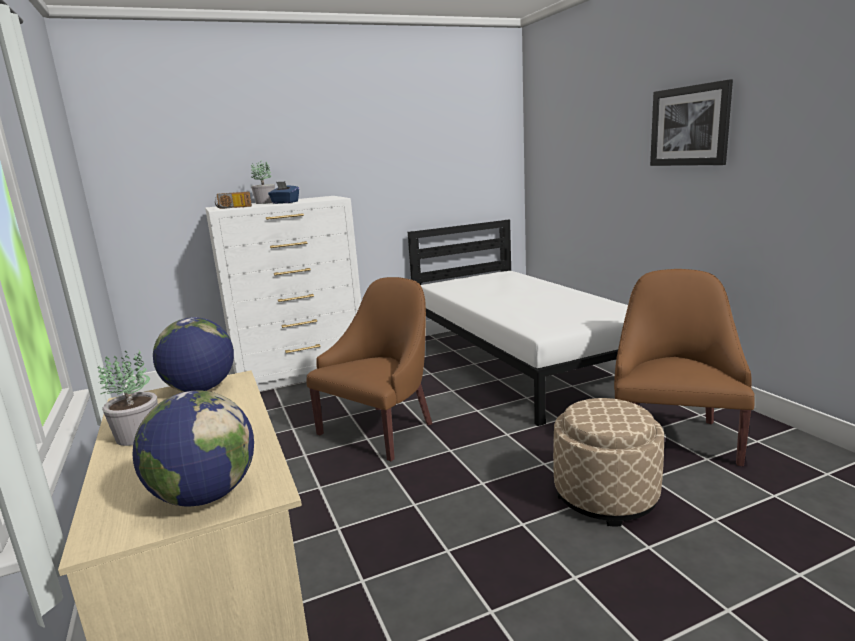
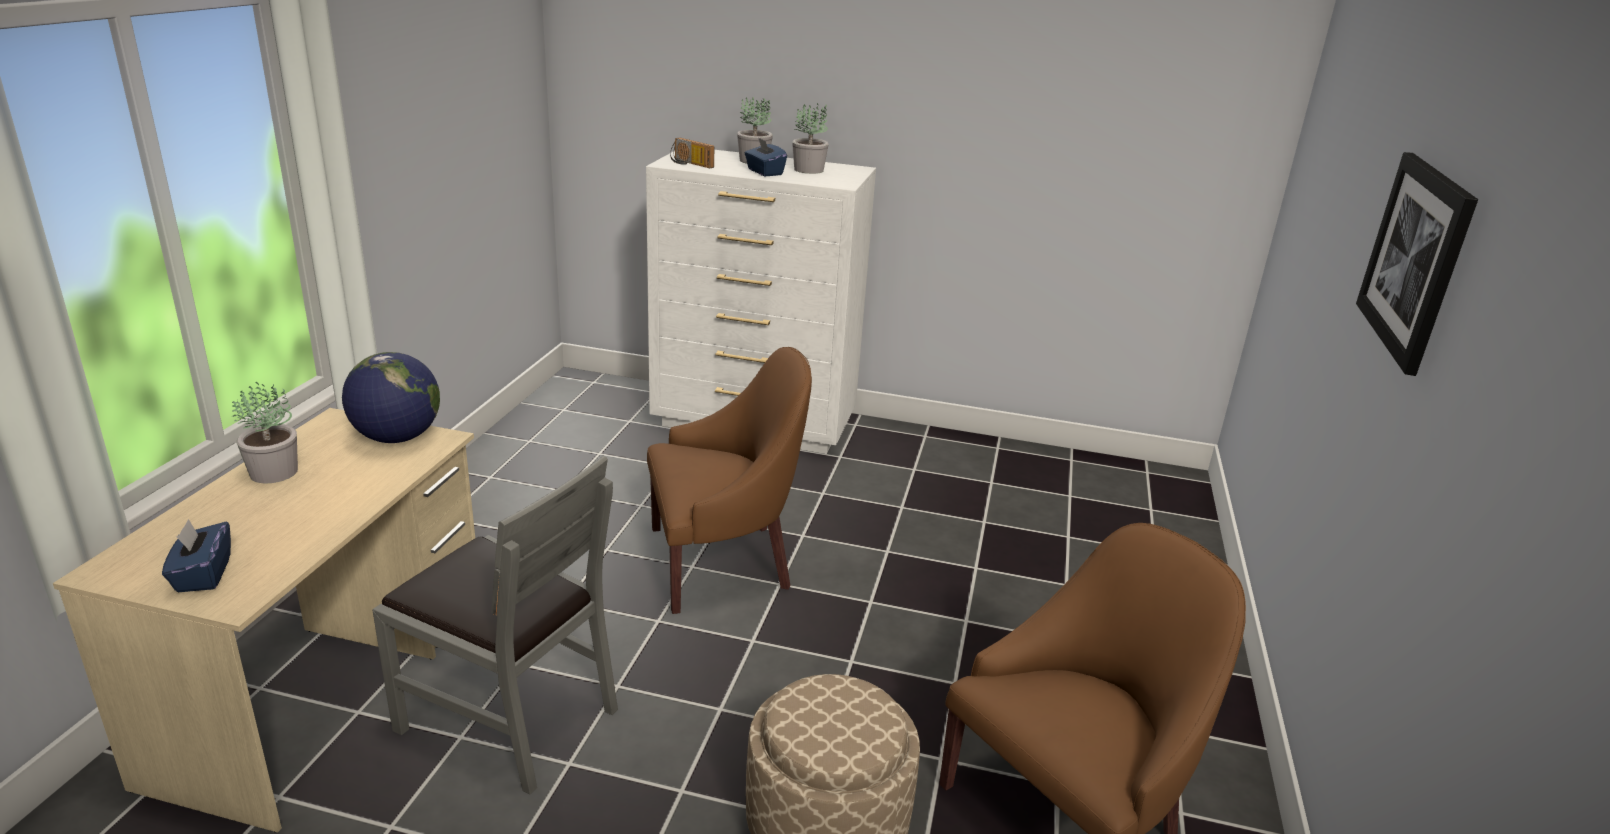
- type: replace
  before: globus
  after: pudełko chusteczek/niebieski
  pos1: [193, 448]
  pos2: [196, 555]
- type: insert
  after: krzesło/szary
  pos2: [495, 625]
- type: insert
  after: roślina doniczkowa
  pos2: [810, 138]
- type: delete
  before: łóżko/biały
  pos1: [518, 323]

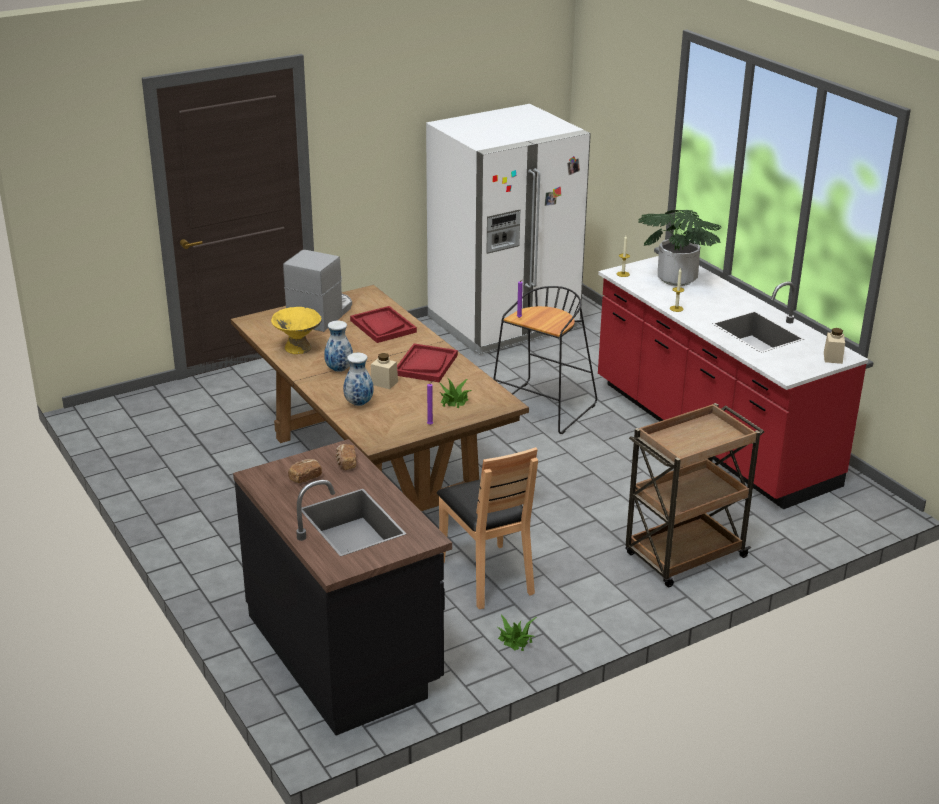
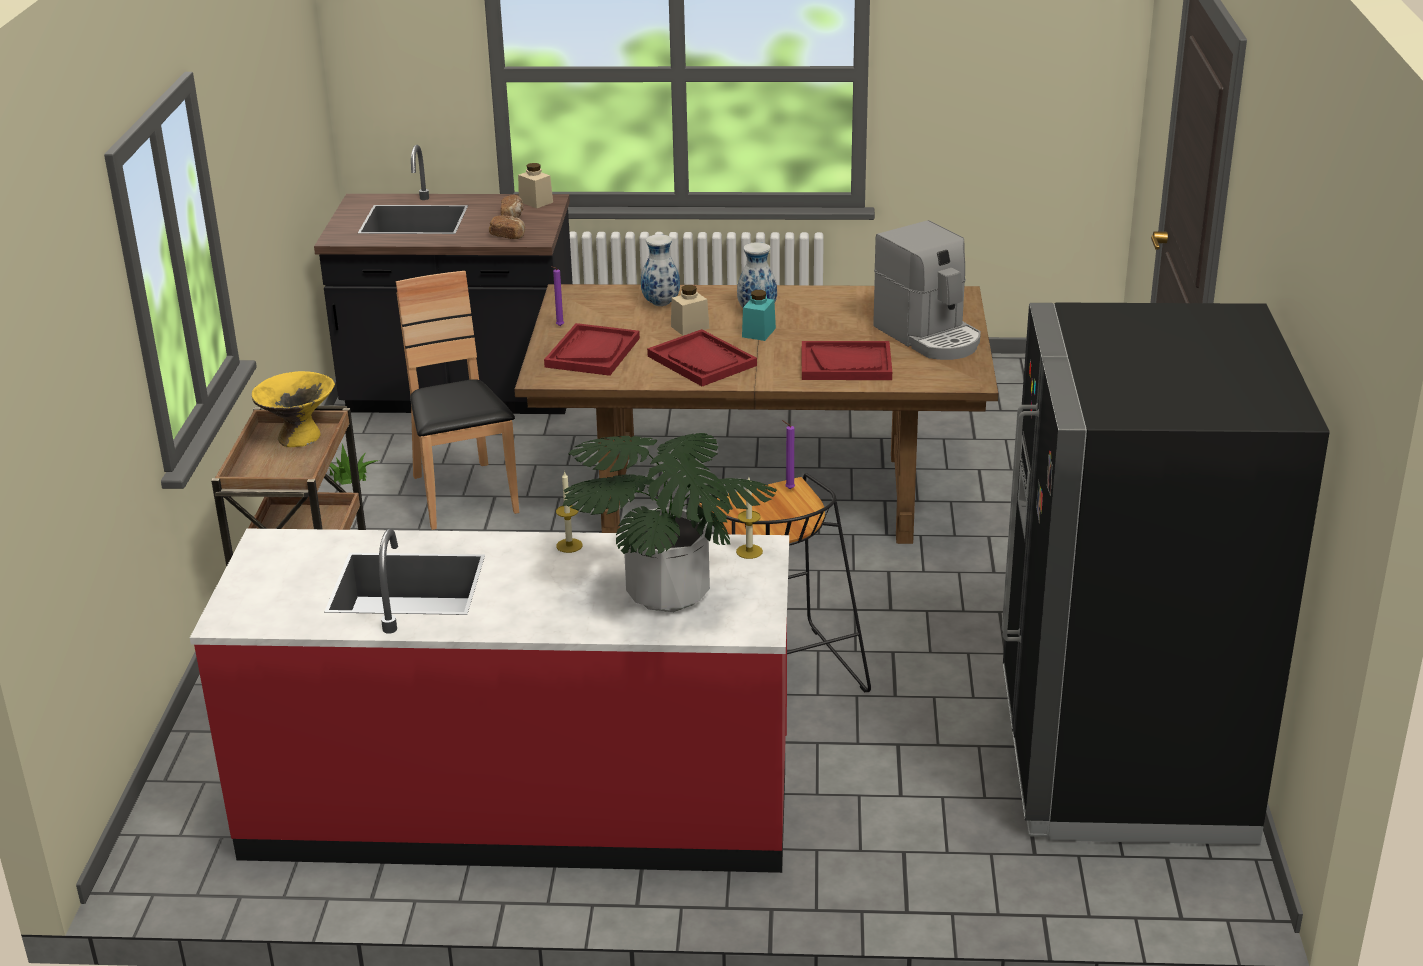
- type: move
  before: miska/żółty
  pos1: [296, 330]
  pos2: [293, 409]
- type: rotate
  before: krzesło/brązowy
  pos1: [487, 528]
  pos2: [457, 400]
  turn: 60
- type: move
  before: słoik/beżowy
  pos1: [834, 346]
  pos2: [535, 185]
- type: replace
  before: roślina doniczkowa
  after: taca/czerwony
  pos1: [455, 393]
  pos2: [592, 349]
- type: insert
  after: słoik/turkusowy
  pos2: [759, 315]
- type: recolor
  before: lodówka/biały
  after: lodówka/czarny
  pos1: [508, 229]
  pos2: [1166, 573]

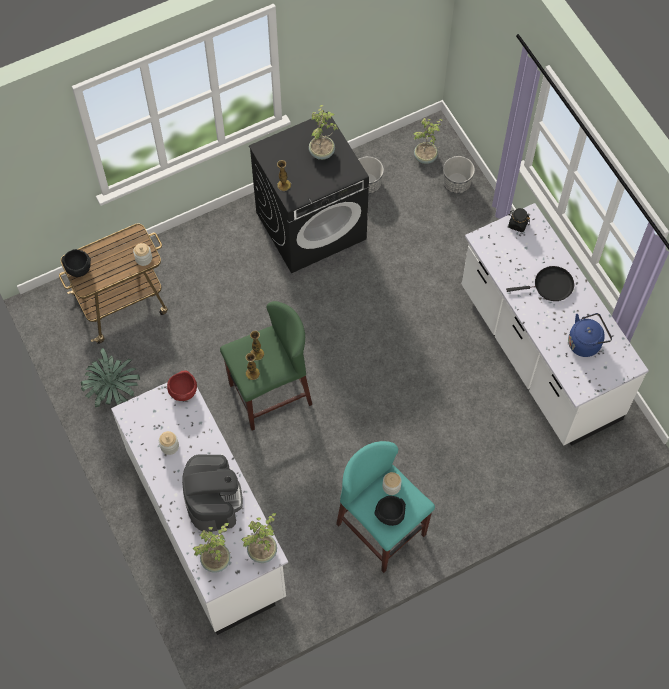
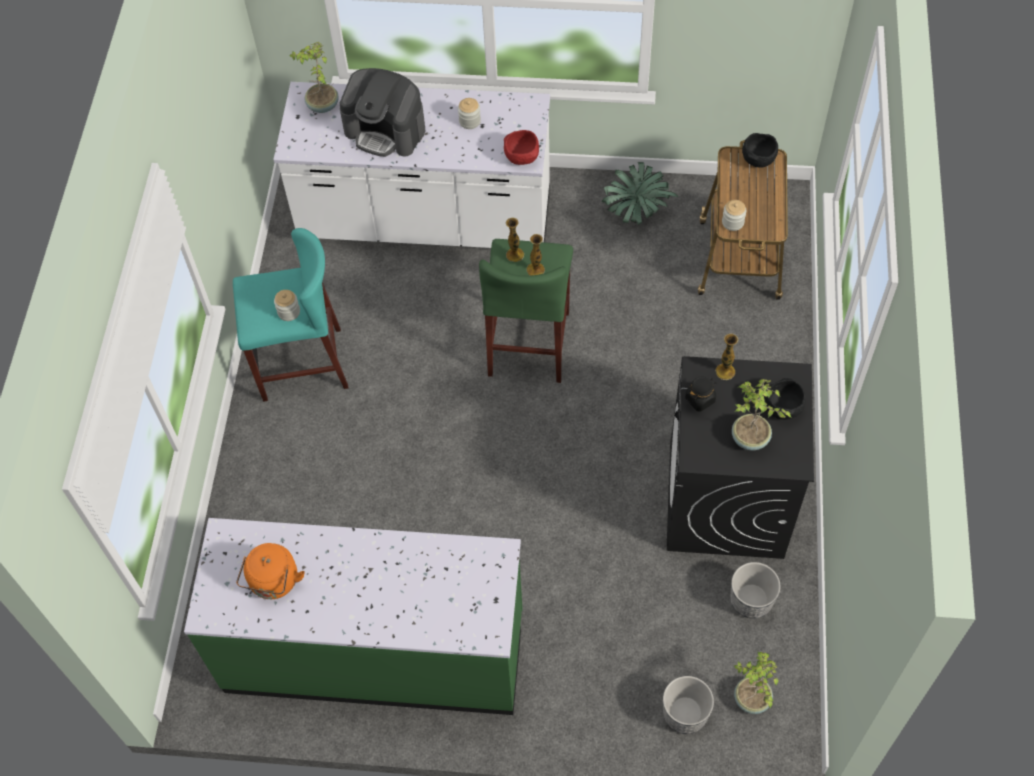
- type: recolor
  before: zabudowa kuchenna/biały
  after: zabudowa kuchenna/zielony
  pos1: [555, 324]
  pos2: [353, 616]
- type: recolor
  before: czajnik/niebieski
  after: czajnik/pomarańczowy
  pos1: [590, 335]
  pos2: [270, 571]
- type: move
  before: słoik/czarny
  pos1: [519, 220]
  pos2: [700, 394]
- type: move
  before: miska/czarny
  pos1: [390, 511]
  pos2: [785, 398]
- type: delete
  before: roślina doniczkowa
  pos1: [259, 538]
- type: delete
  before: patelnia/czarny
  pos1: [540, 283]

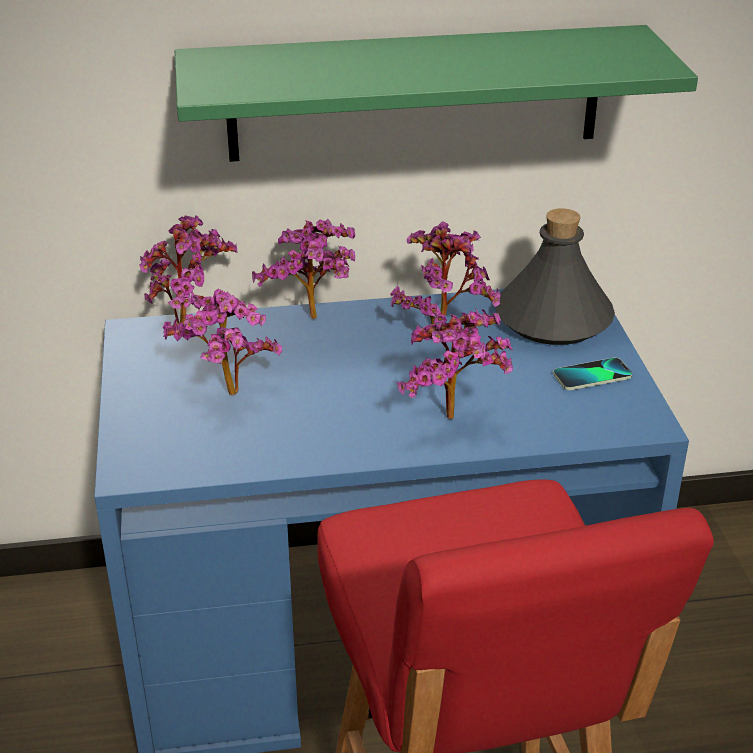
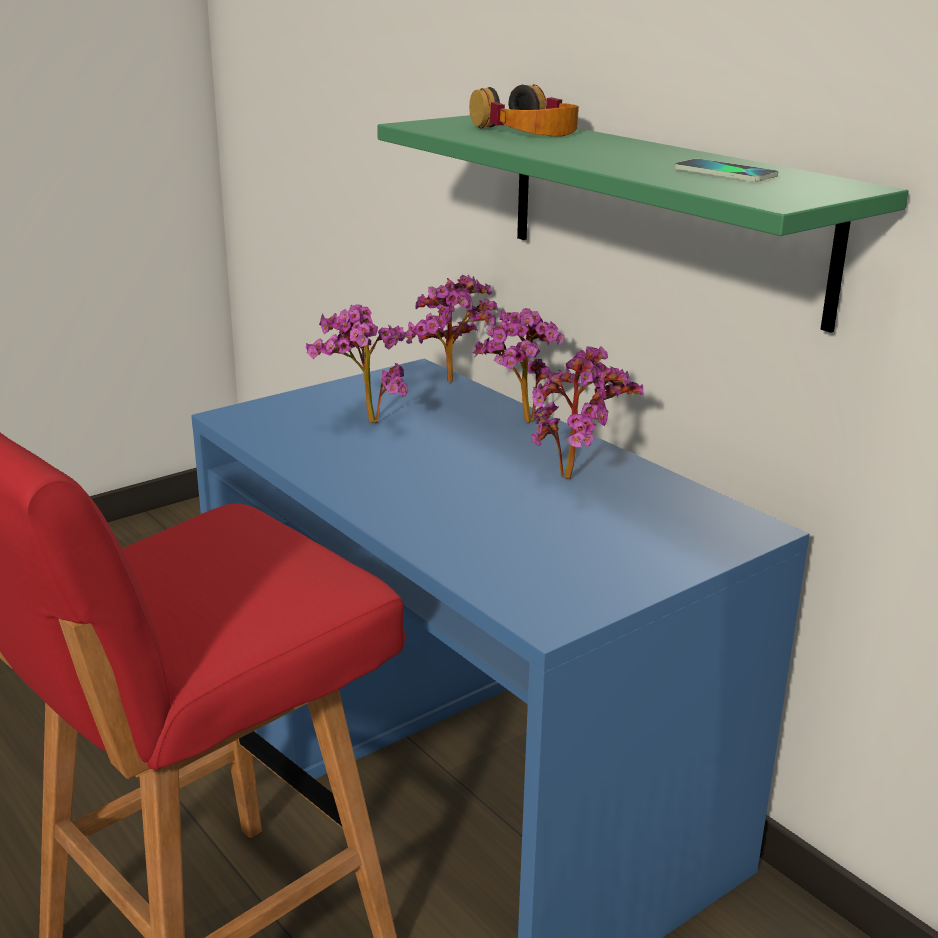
- type: insert
  after: słuchawki
  pos2: [524, 110]
- type: move
  before: telefon
  pos1: [592, 374]
  pos2: [726, 170]
- type: delete
  before: roślina doniczkowa
  pos1: [454, 364]
- type: delete
  before: butelka/szary
  pos1: [555, 276]

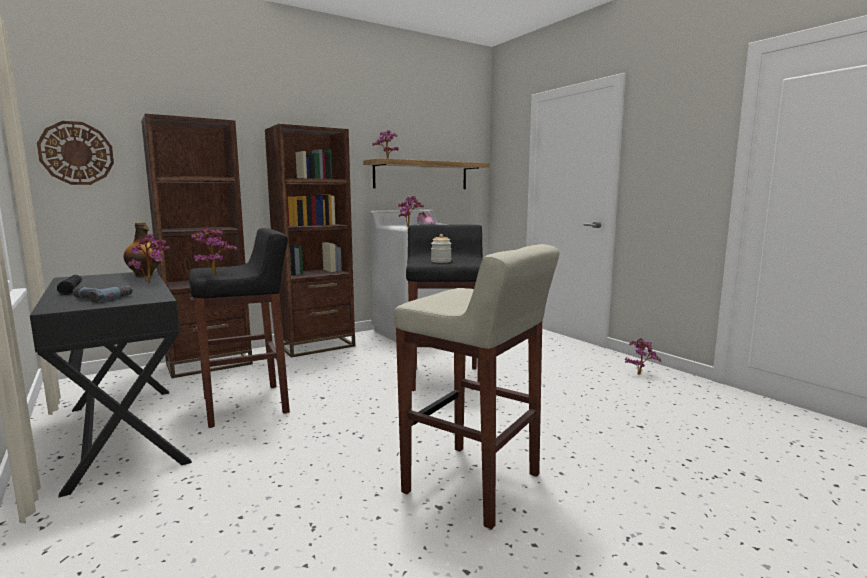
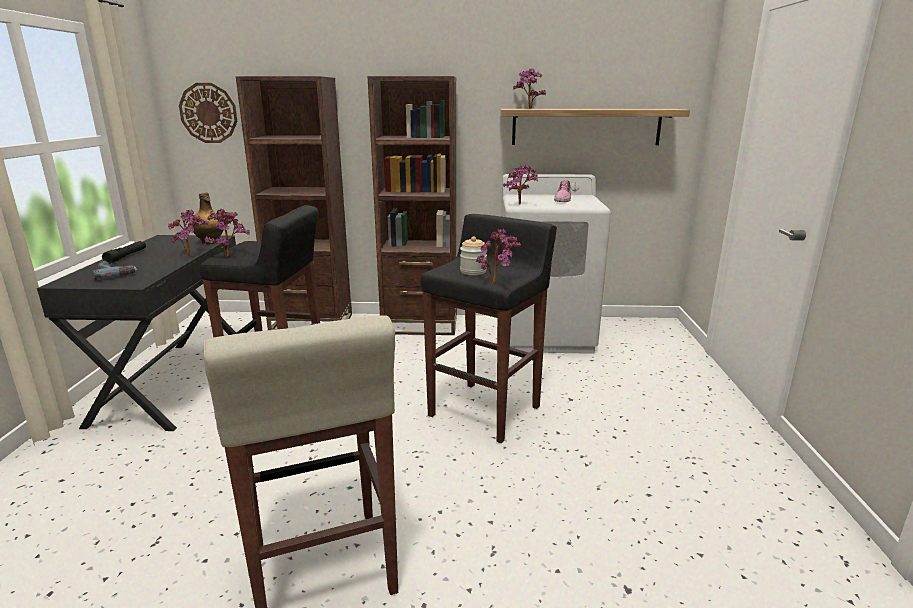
- type: move
  before: roślina doniczkowa
  pos1: [643, 356]
  pos2: [498, 255]

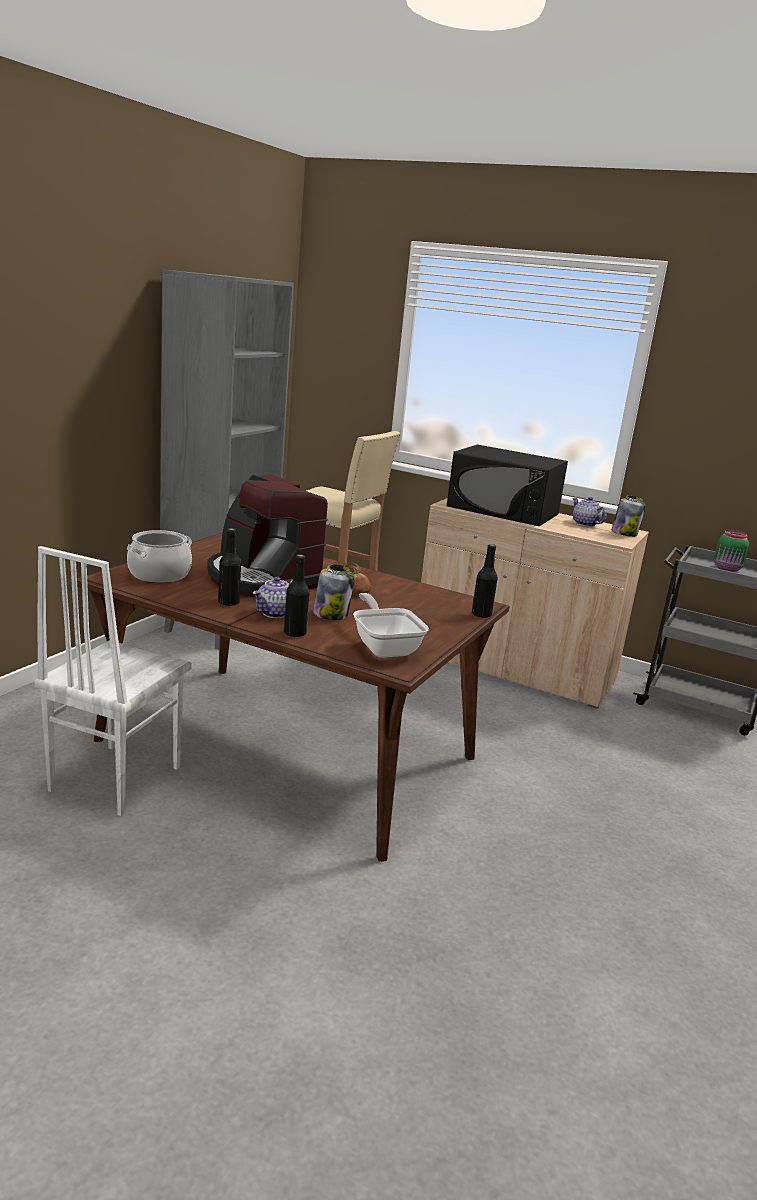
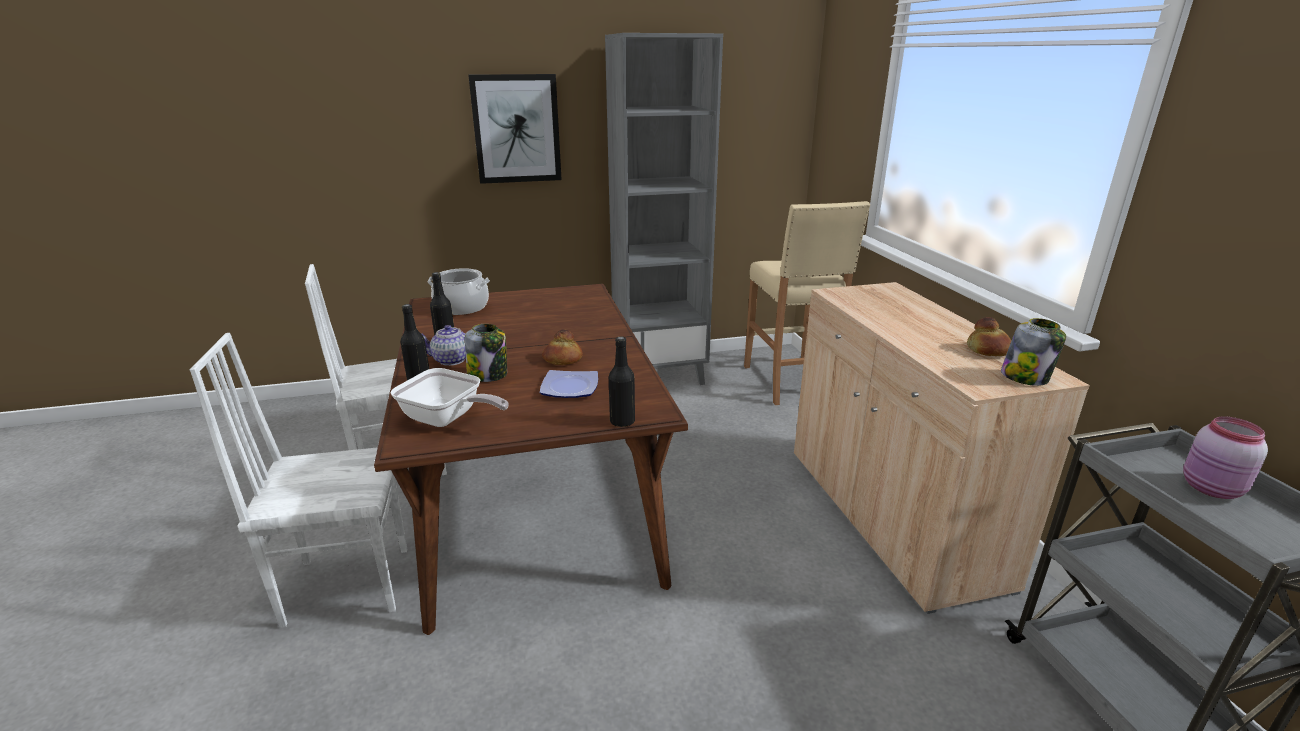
- type: insert
  after: krzesło/biały
  pos2: [298, 480]
- type: rotate
  before: patelnia
  pos1: [391, 625]
  pos2: [449, 397]
  turn: 90
- type: insert
  after: obraz
  pos2: [515, 129]
- type: insert
  after: talerz
  pos2: [569, 384]
- type: replace
  before: imbryk
  after: chleb
  pos1: [590, 512]
  pos2: [989, 336]
- type: recolor
  before: słoik/zielony
  after: słoik/różowy
  pos1: [731, 551]
  pos2: [1225, 457]
- type: delete
  before: ekspres do kawy
  pos1: [267, 536]
- type: delete
  before: mikrofalówka/czarny
  pos1: [507, 485]

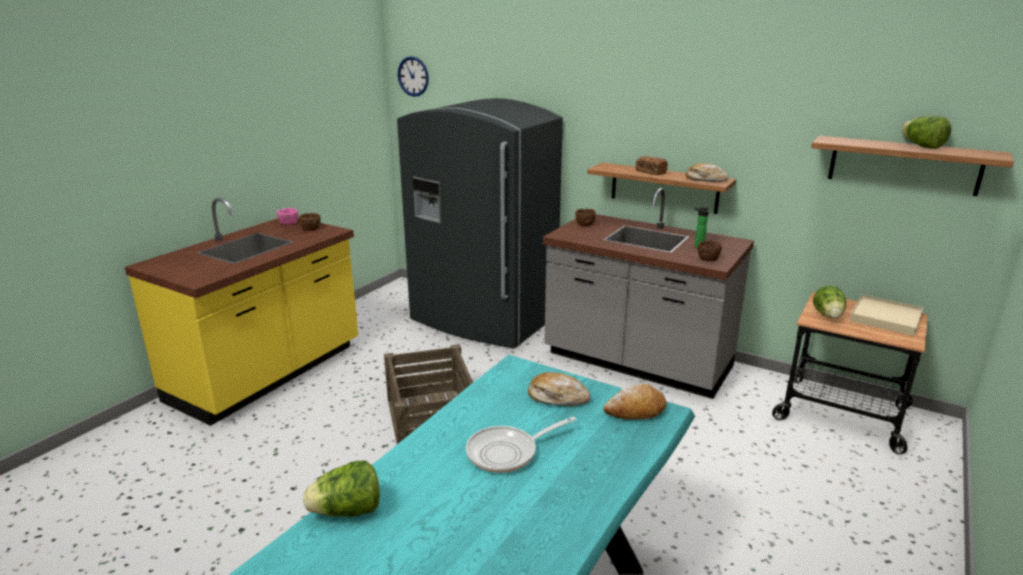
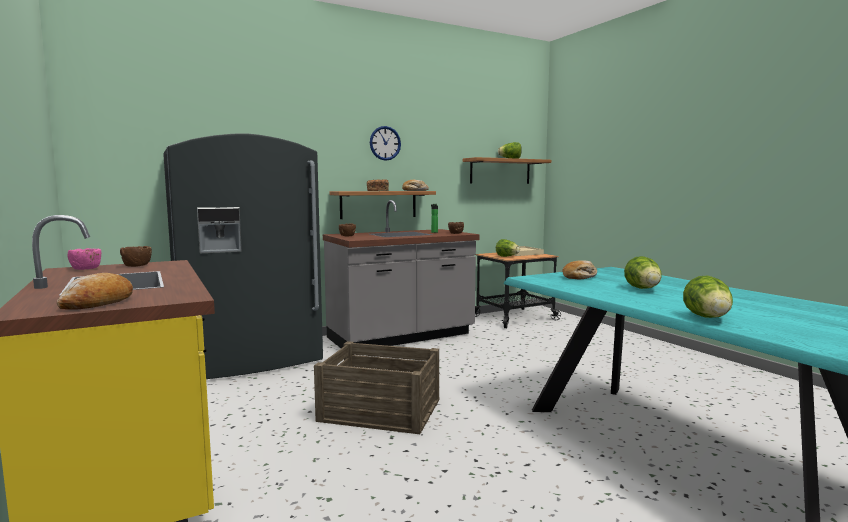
- type: move
  before: chleb
  pos1: [635, 402]
  pos2: [95, 291]
- type: move
  before: zegar ścienny
  pos1: [413, 76]
  pos2: [385, 143]
- type: replace
  before: patelnia
  after: sałata
  pos1: [521, 444]
  pos2: [643, 272]

